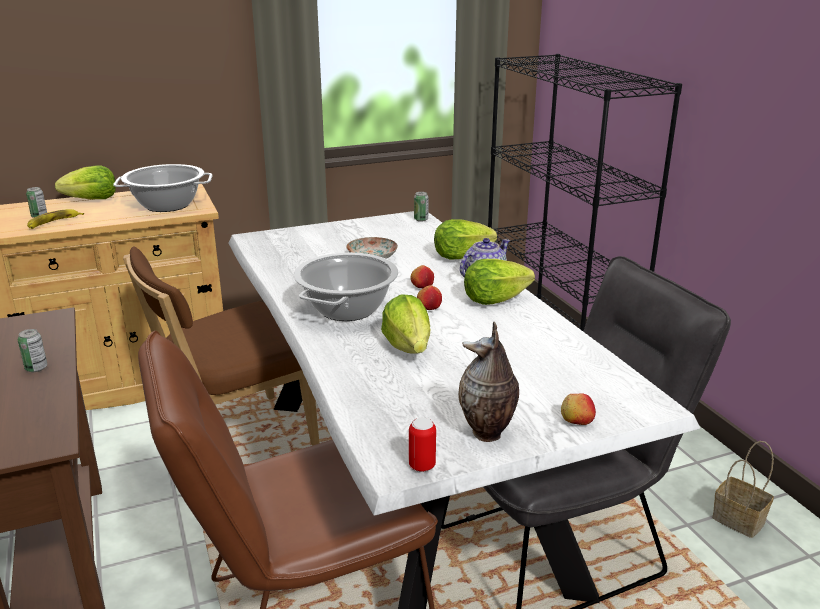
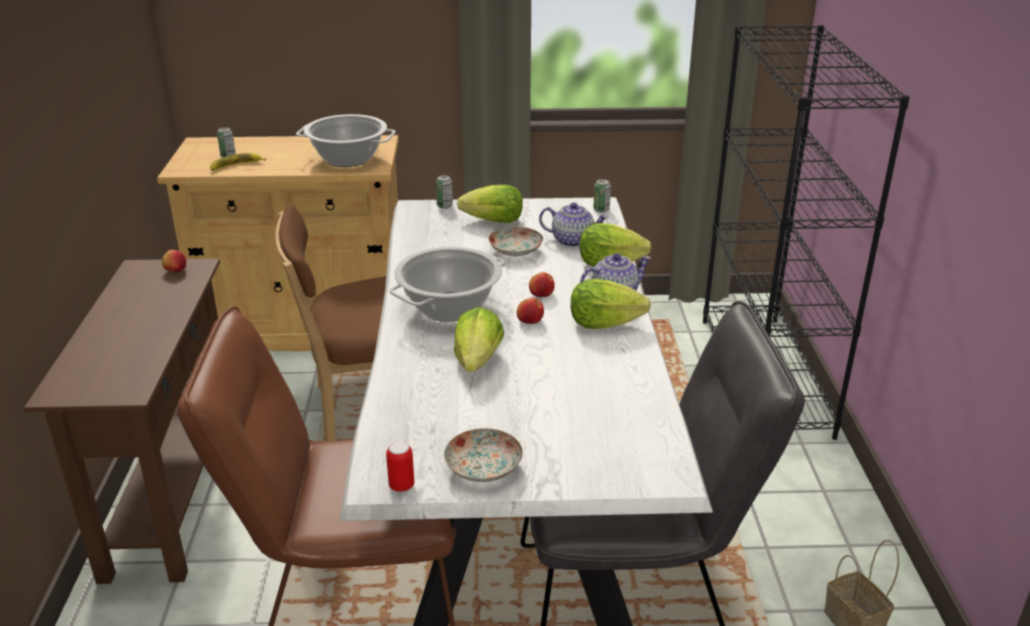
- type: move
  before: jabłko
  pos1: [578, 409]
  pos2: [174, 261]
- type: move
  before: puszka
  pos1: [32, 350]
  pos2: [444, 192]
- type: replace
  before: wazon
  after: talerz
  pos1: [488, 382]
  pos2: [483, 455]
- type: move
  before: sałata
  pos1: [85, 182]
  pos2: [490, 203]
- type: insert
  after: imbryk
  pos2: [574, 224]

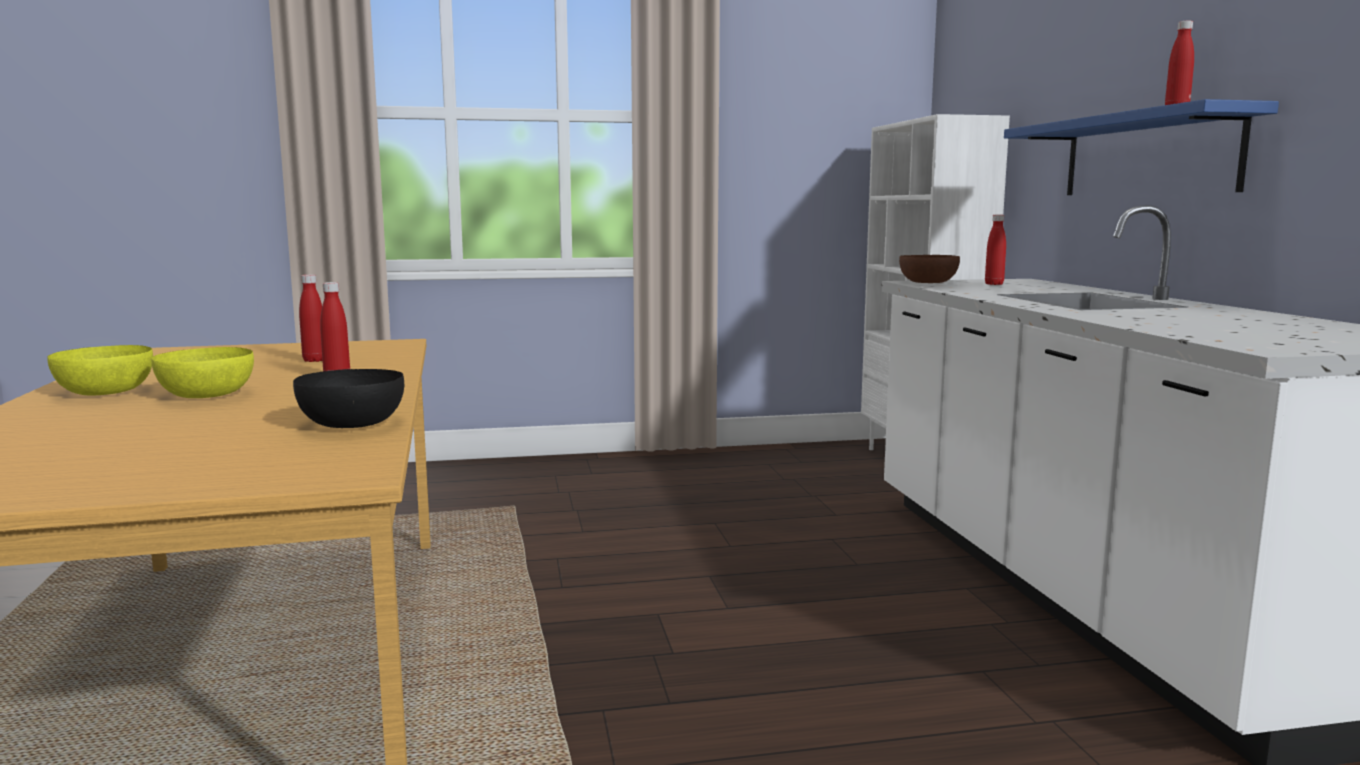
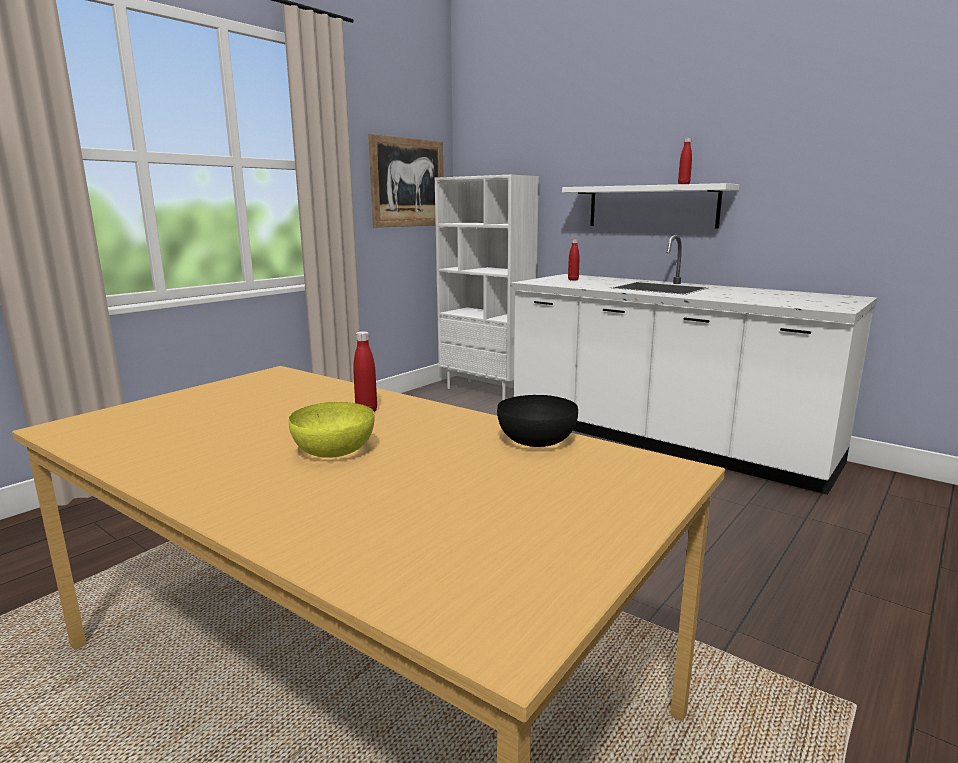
- type: insert
  after: obraz
  pos2: [406, 181]
- type: recolor
  before: półka/niebieski
  after: półka/biały
  pos1: [1141, 147]
  pos2: [650, 205]
- type: delete
  before: miska/żółty
  pos1: [100, 370]
- type: delete
  before: butelka/czerwony
  pos1: [310, 318]
- type: delete
  before: miska/brązowy
  pos1: [929, 269]

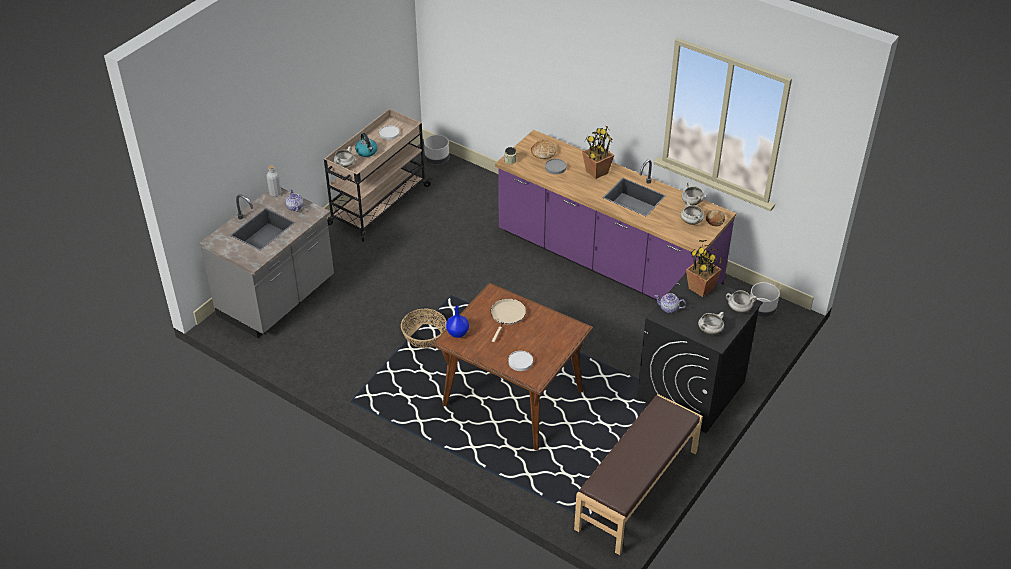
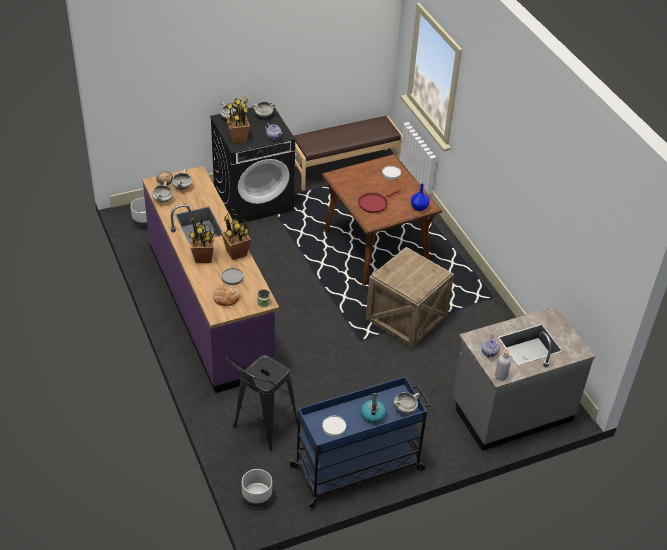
- type: insert
  after: roślina doniczkowa
  pos2: [236, 234]
- type: insert
  after: stołek/czarny
  pos2: [261, 403]
- type: recolor
  before: wózek/beżowy
  after: wózek/niebieski
  pos1: [378, 175]
  pos2: [359, 442]
- type: recolor
  before: patelnia/beżowy
  after: patelnia/czerwony
  pos1: [508, 320]
  pos2: [379, 201]
- type: replace
  before: koszyk
  after: skrzynka
  pos1: [424, 328]
  pos2: [410, 297]

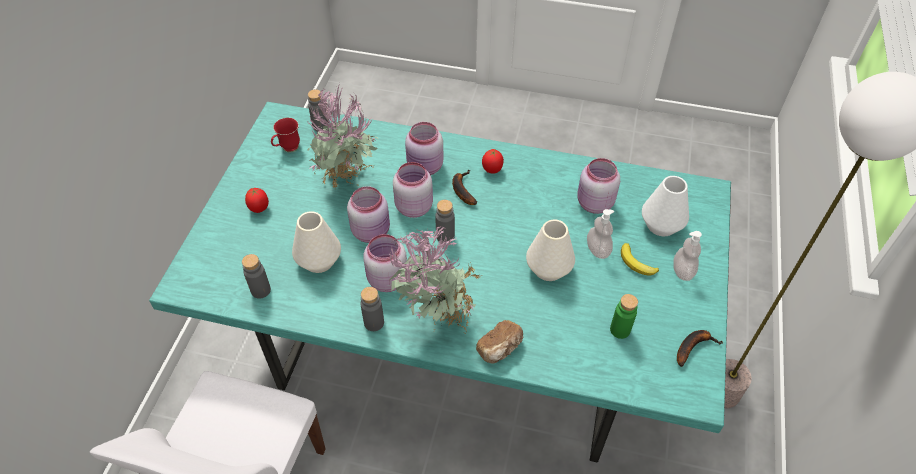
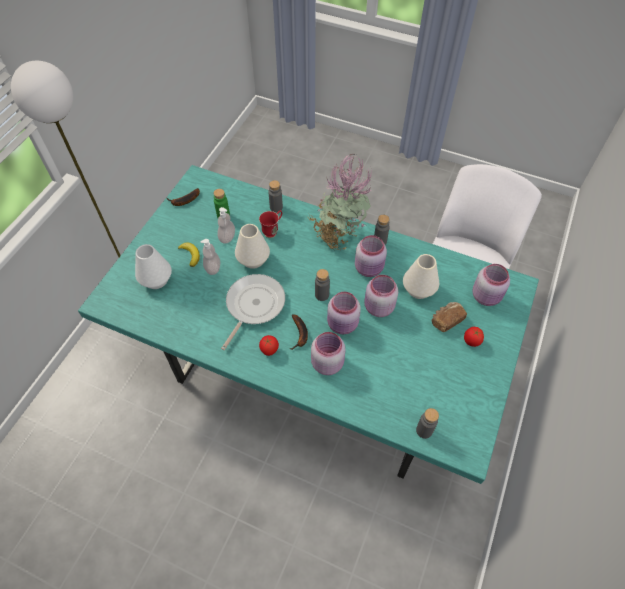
- type: move
  before: dozownik mydła
  pos1: [687, 256]
  pos2: [226, 225]
- type: insert
  after: patelnia
  pos2: [253, 312]
- type: move
  before: kubek/czerwony
  pos1: [285, 135]
  pos2: [270, 224]
- type: move
  before: butelka/szary
  pos1: [256, 276]
  pos2: [275, 196]
- type: move
  before: chleb
  pos1: [499, 342]
  pos2: [449, 317]
- type: move
  before: słoik/różowy
  pos1: [598, 186]
  pos2: [491, 285]
- type: delete
  before: roślina doniczkowa
  pos1: [342, 135]

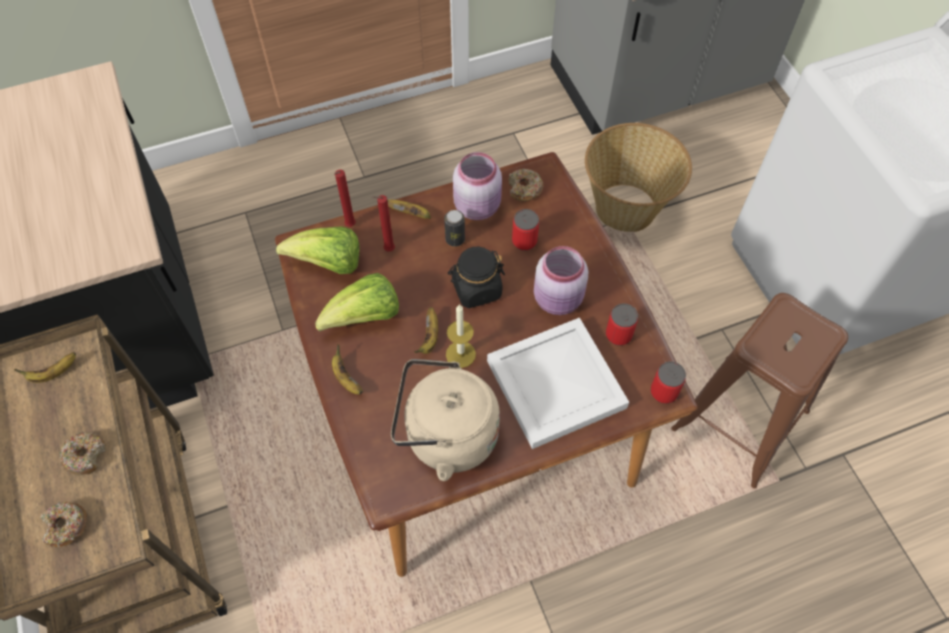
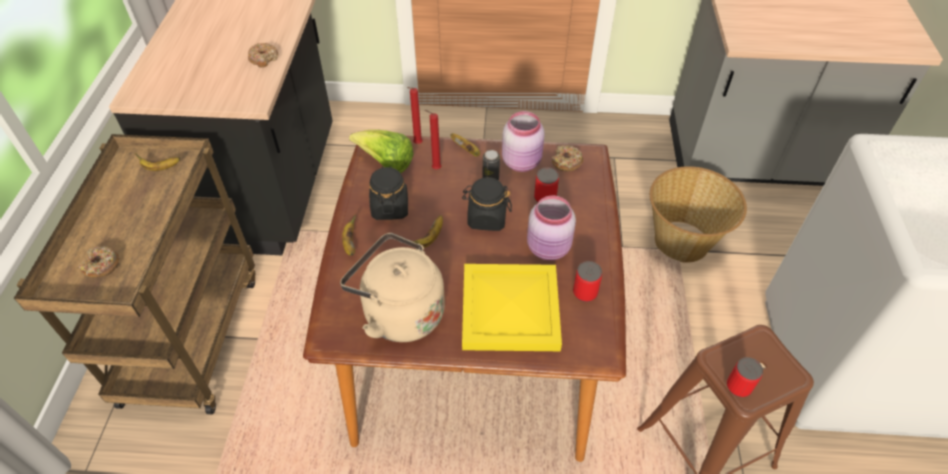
- type: move
  before: donut
  pos1: [83, 453]
  pos2: [263, 55]
- type: replace
  before: sałata
  after: słoik/czarny
  pos1: [357, 302]
  pos2: [388, 193]
- type: recolor
  before: taca/biały
  after: taca/żółty
  pos1: [558, 383]
  pos2: [512, 307]
- type: move
  before: puszka
  pos1: [668, 382]
  pos2: [745, 377]
- type: delete
  before: świeca
  pos1: [461, 336]

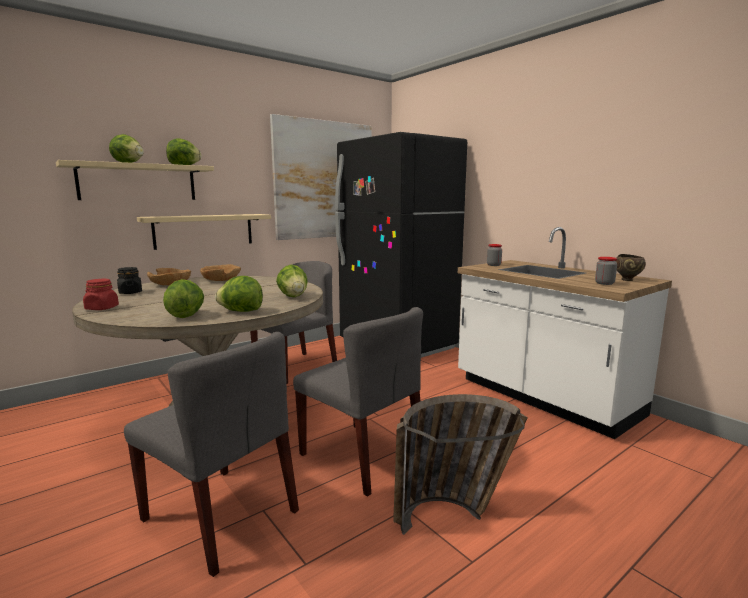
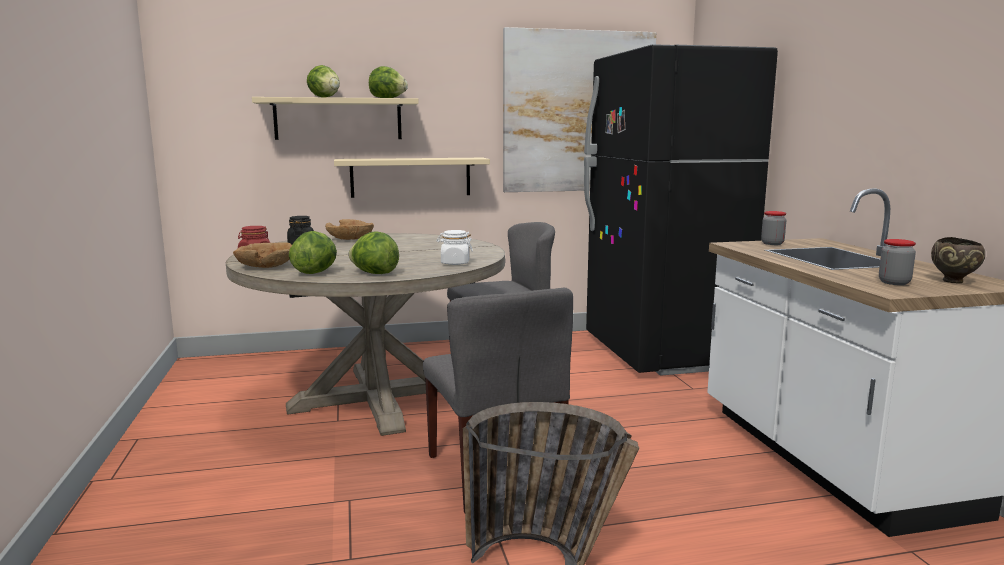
- type: move
  before: miska/brązowy
  pos1: [220, 272]
  pos2: [262, 255]
- type: replace
  before: sałata
  after: słoik/biały
  pos1: [291, 281]
  pos2: [455, 247]
- type: delete
  before: krzesło/szary
  pos1: [211, 454]

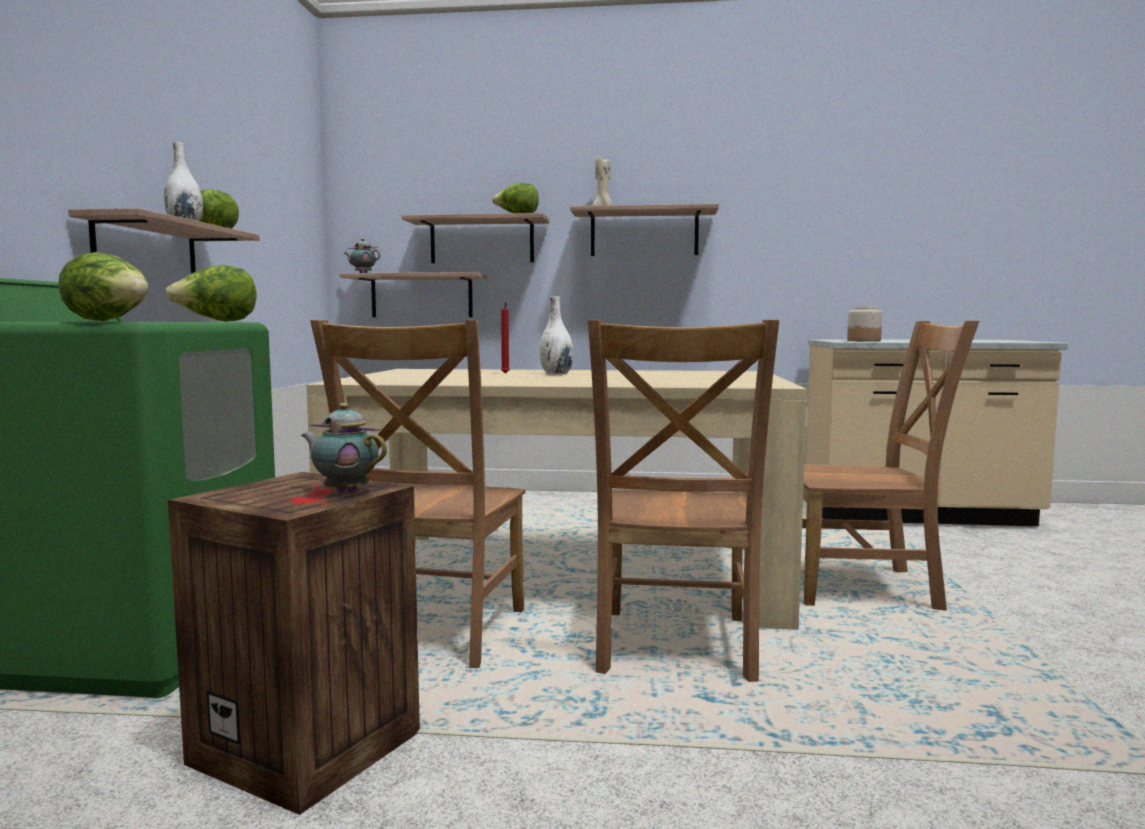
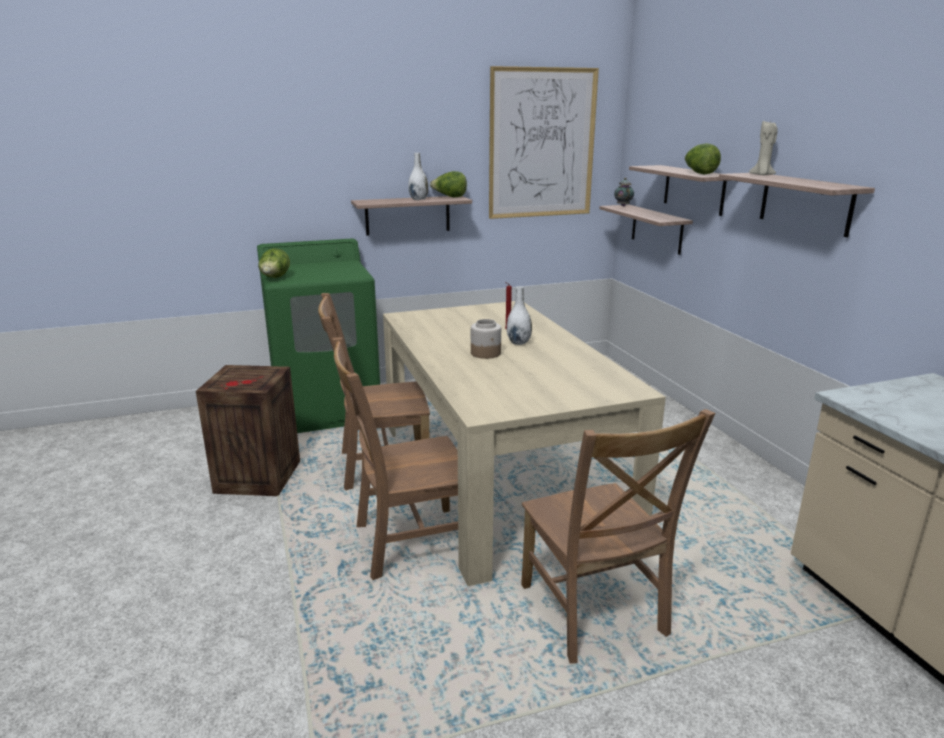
- type: move
  before: słoik
  pos1: [864, 324]
  pos2: [486, 339]
- type: insert
  after: obraz
  pos2: [544, 142]
- type: delete
  before: sałata
  pos1: [211, 293]
- type: delete
  before: imbryk
  pos1: [344, 448]

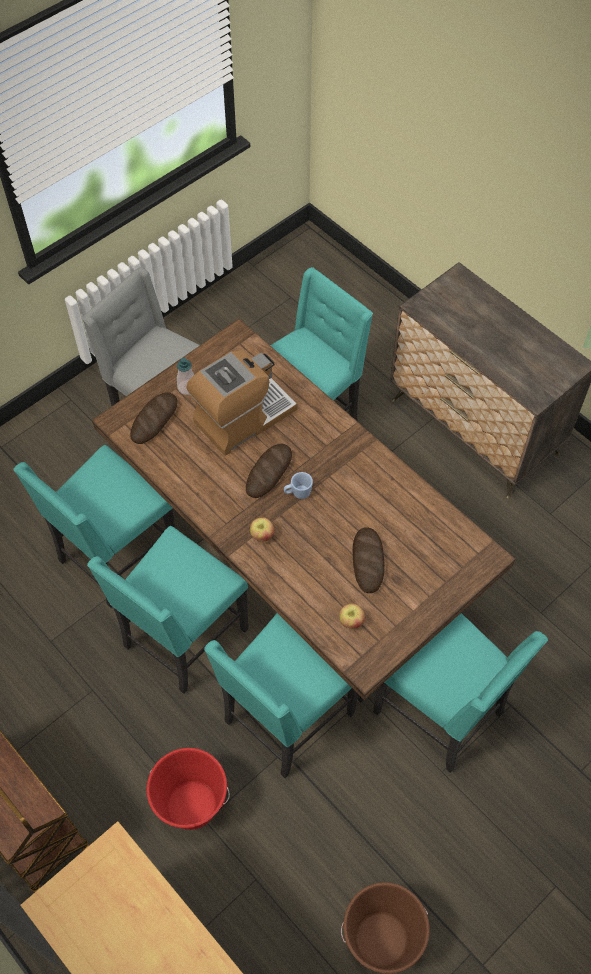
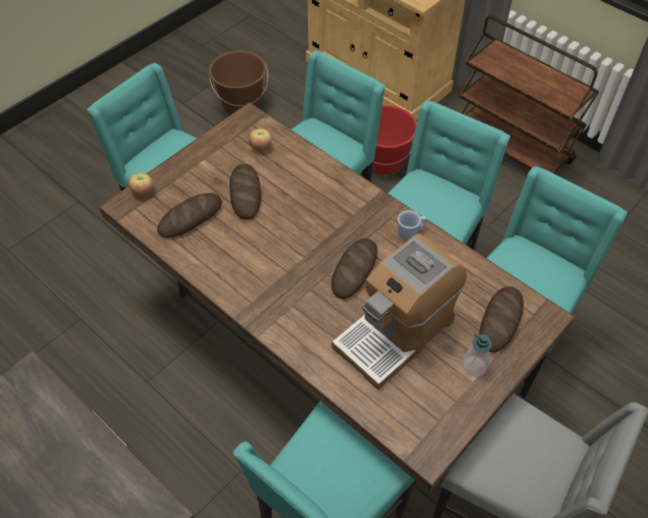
- type: move
  before: jabłko
  pos1: [262, 529]
  pos2: [140, 185]
- type: insert
  after: chleb
  pos2: [189, 215]
- type: move
  before: kubek/niebieski
  pos1: [298, 485]
  pos2: [412, 225]

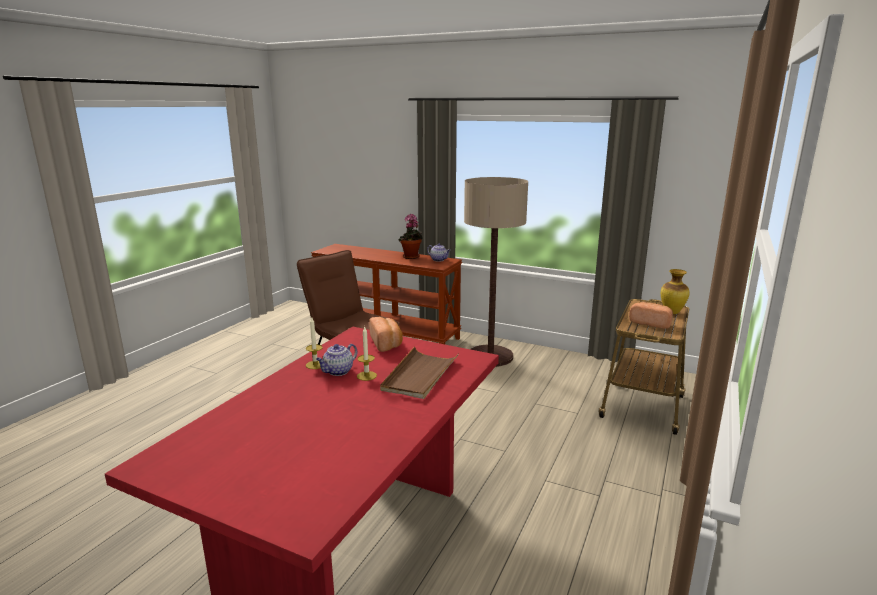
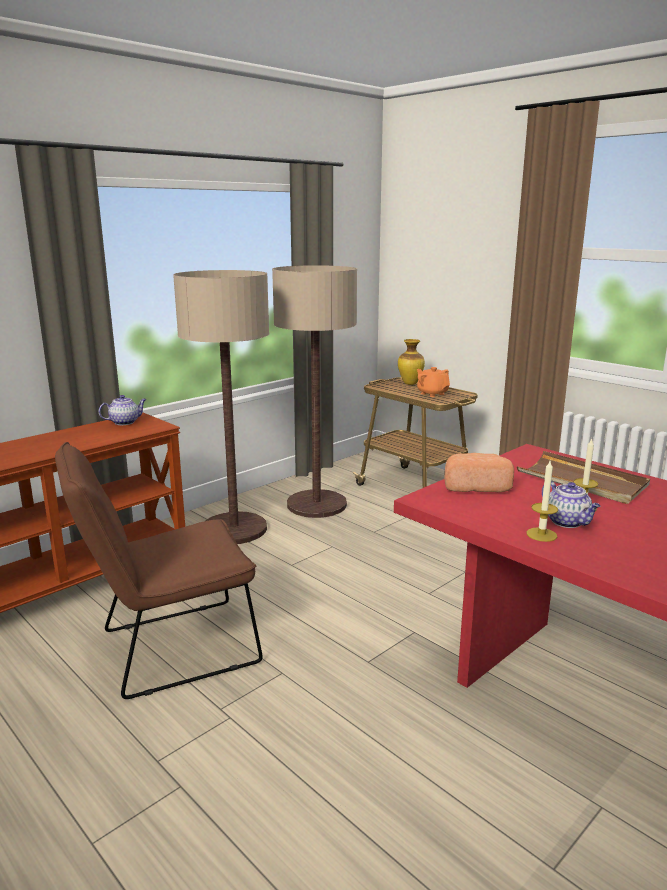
- type: insert
  after: lampa stojąca
  pos2: [314, 391]
- type: replace
  before: chleb
  after: imbryk/pomarańczowy
  pos1: [651, 315]
  pos2: [433, 382]
- type: delete
  before: roślina doniczkowa
  pos1: [410, 236]

